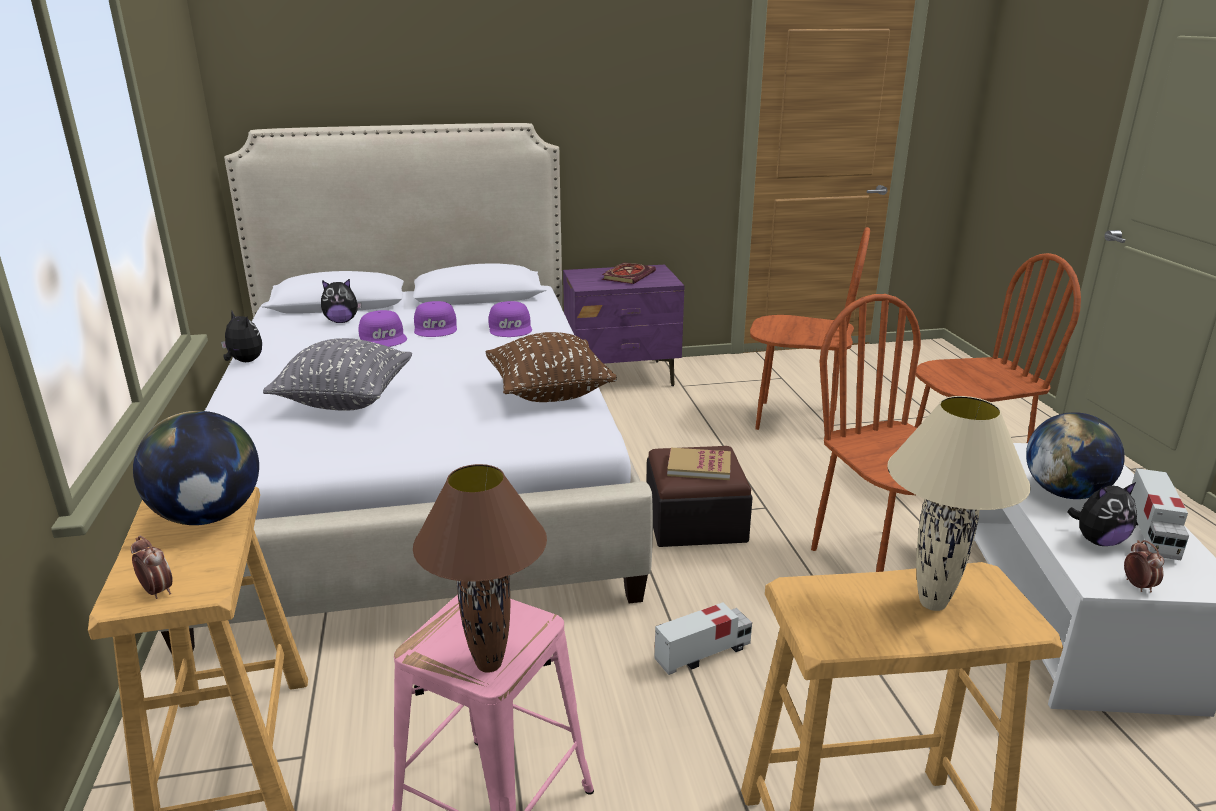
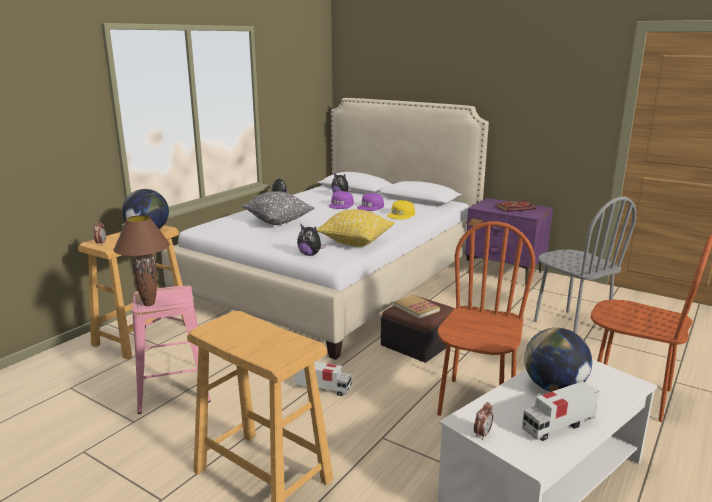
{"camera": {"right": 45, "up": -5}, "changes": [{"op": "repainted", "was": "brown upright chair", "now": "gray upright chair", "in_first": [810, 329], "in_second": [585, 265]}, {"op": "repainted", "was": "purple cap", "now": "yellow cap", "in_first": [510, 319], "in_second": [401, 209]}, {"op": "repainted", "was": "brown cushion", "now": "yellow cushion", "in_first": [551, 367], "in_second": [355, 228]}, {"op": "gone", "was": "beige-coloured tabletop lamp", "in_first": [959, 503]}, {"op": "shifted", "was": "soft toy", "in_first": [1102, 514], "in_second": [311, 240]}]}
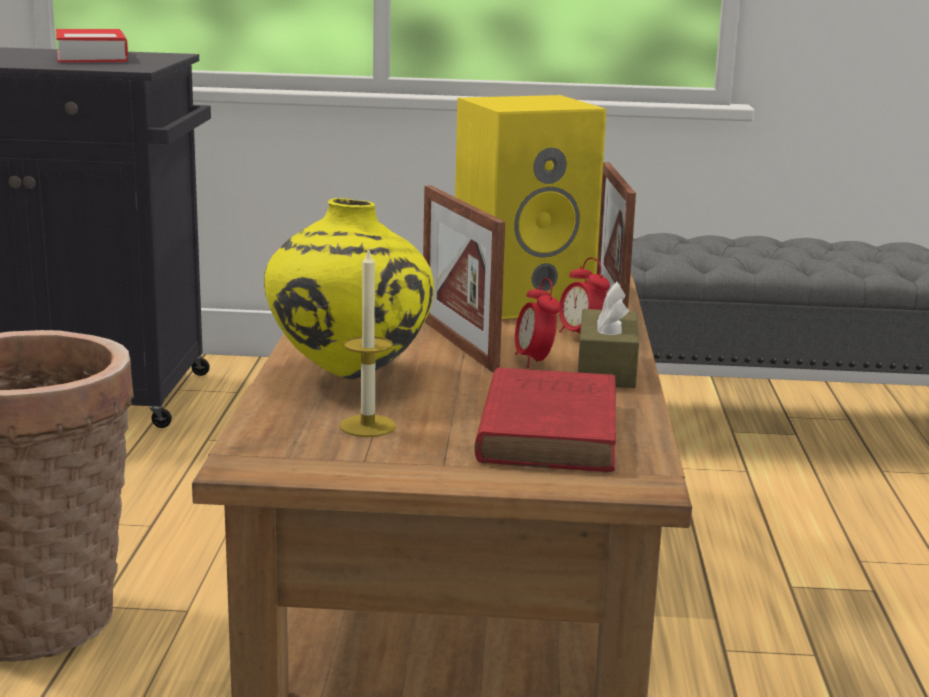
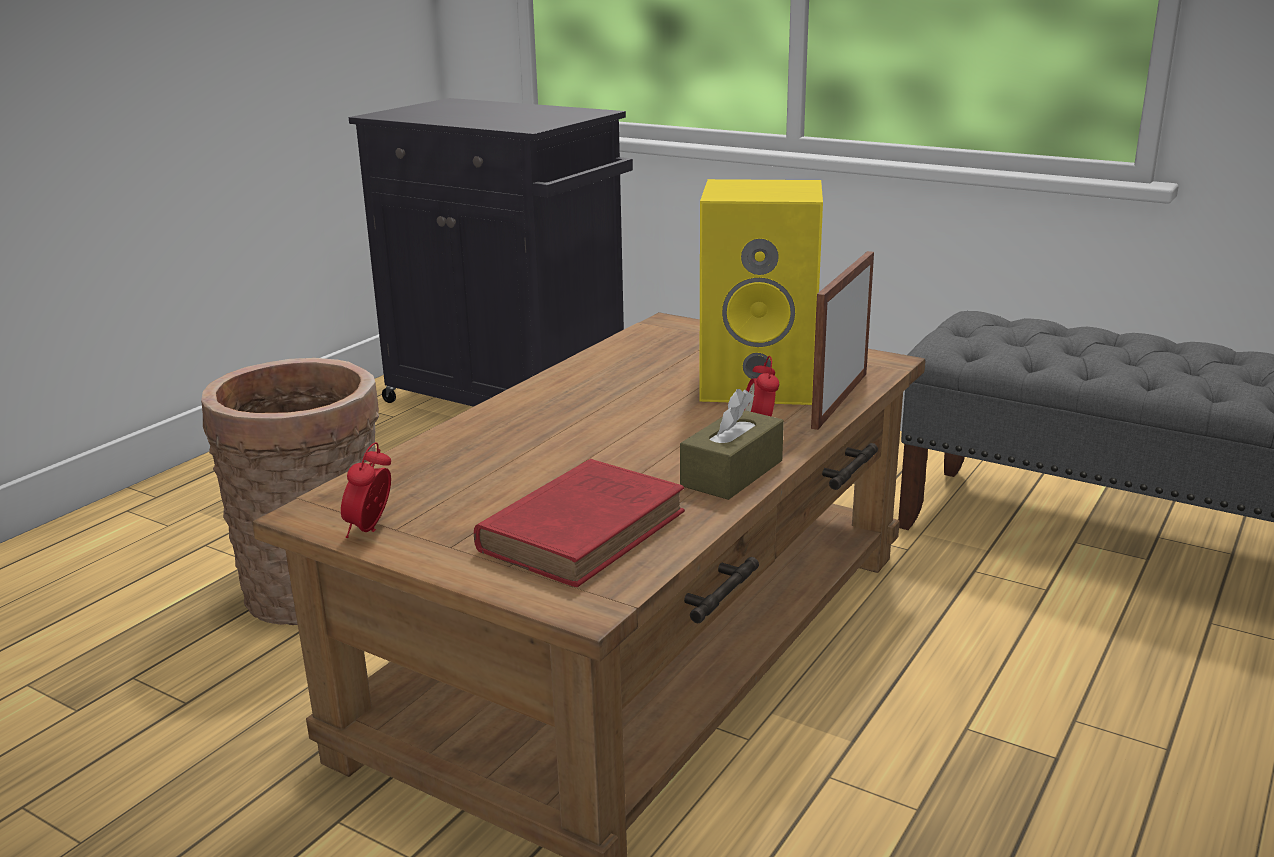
{"camera": {"right": 30, "up": 5}, "changes": [{"op": "gone", "was": "bound book", "in_first": [92, 46]}, {"op": "gone", "was": "standing frame", "in_first": [464, 278]}, {"op": "gone", "was": "yellow flower vase", "in_first": [349, 288]}, {"op": "gone", "was": "wax candle", "in_first": [368, 342]}, {"op": "shifted", "was": "bedside clock", "in_first": [538, 323], "in_second": [366, 490]}]}
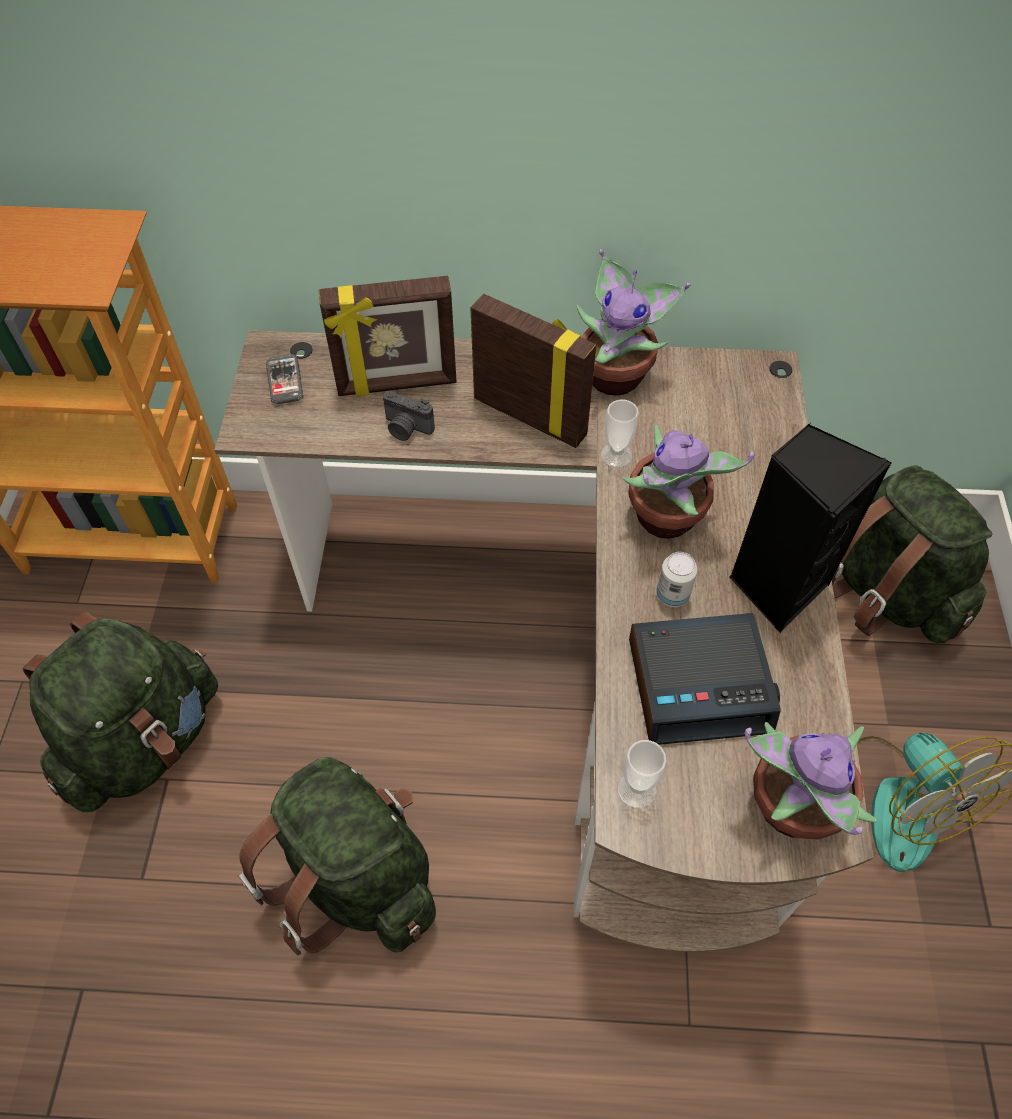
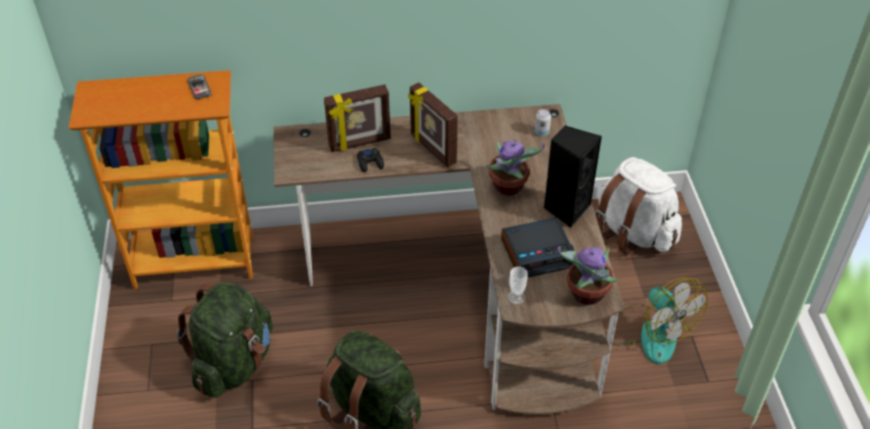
{"camera": {"right": -10, "up": -10}, "changes": [{"op": "gone", "was": "plant in a pot", "in_first": [633, 322]}, {"op": "rotated", "was": "standing frame", "in_first": [534, 371], "in_second": [433, 125], "clockwise": -150}, {"op": "shifted", "was": "handset", "in_first": [284, 379], "in_second": [199, 87]}, {"op": "swapped", "was": "still camera", "now": "black joypad", "in_first": [409, 415], "in_second": [370, 160]}, {"op": "gone", "was": "drinking cup", "in_first": [620, 434]}, {"op": "repainted", "was": "greenish rucksack", "now": "white-coloured rucksack", "in_first": [912, 554], "in_second": [638, 206]}, {"op": "shifted", "was": "can", "in_first": [676, 579], "in_second": [543, 122]}]}
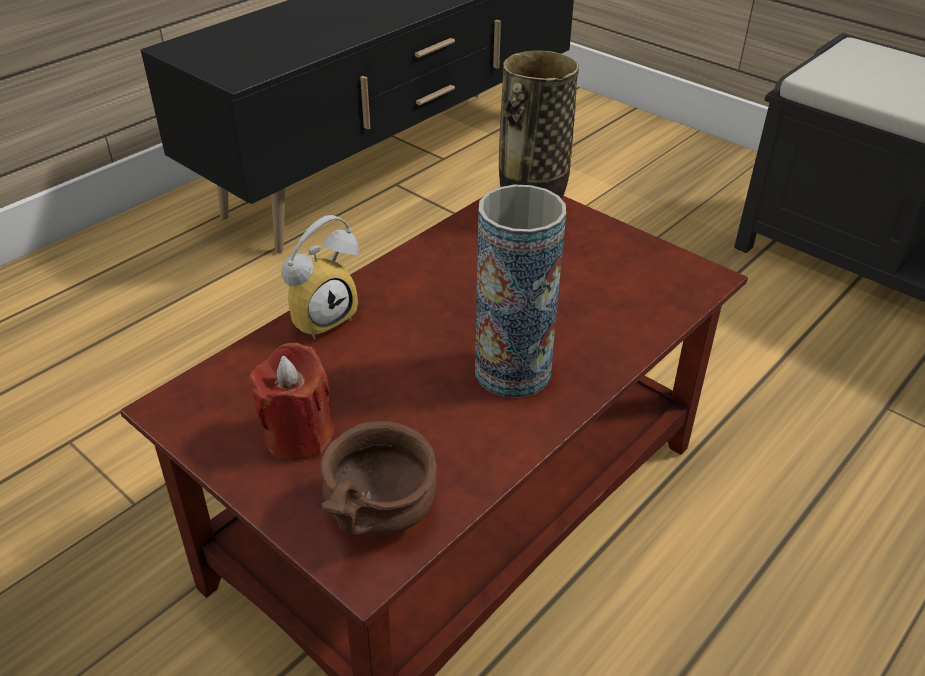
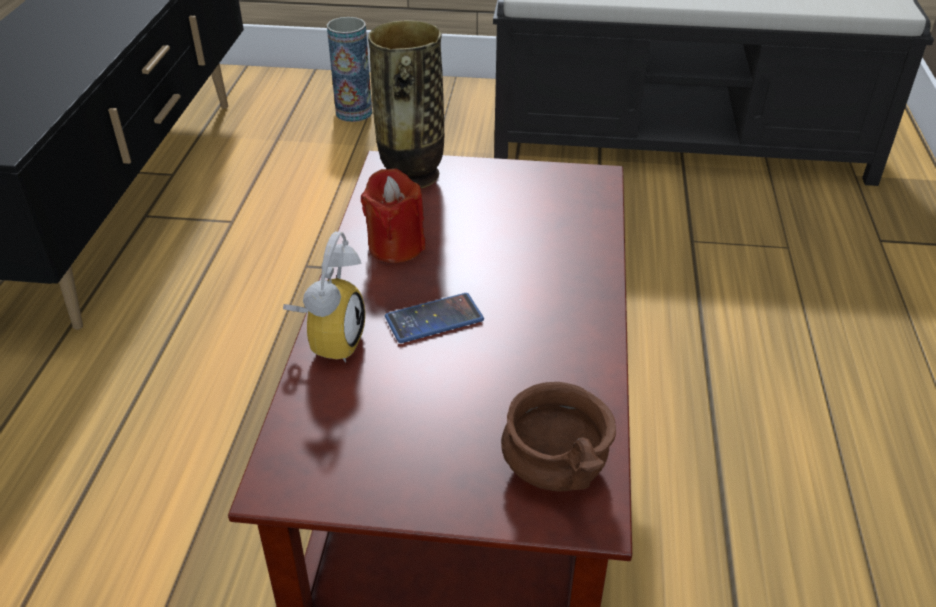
{"camera": {"right": -35, "up": 0}, "changes": [{"op": "shifted", "was": "flower vase", "in_first": [520, 291], "in_second": [349, 69]}, {"op": "shifted", "was": "reddish wax candle", "in_first": [292, 402], "in_second": [393, 215]}, {"op": "new", "now": "handset", "in_second": [434, 318]}]}
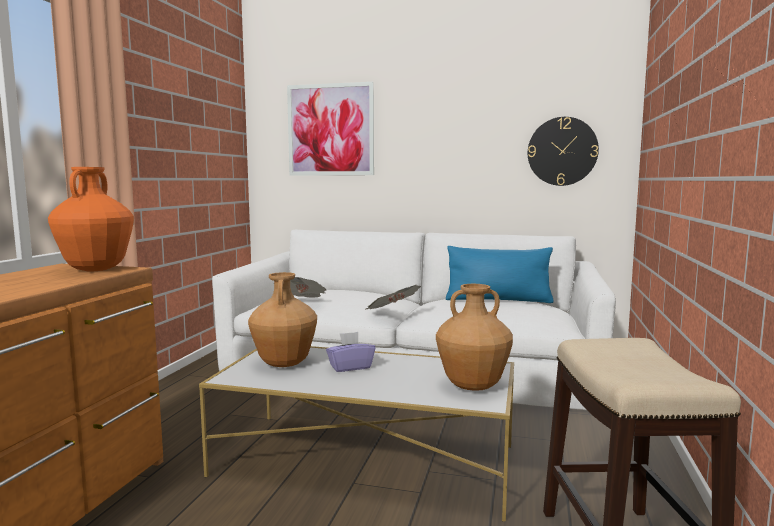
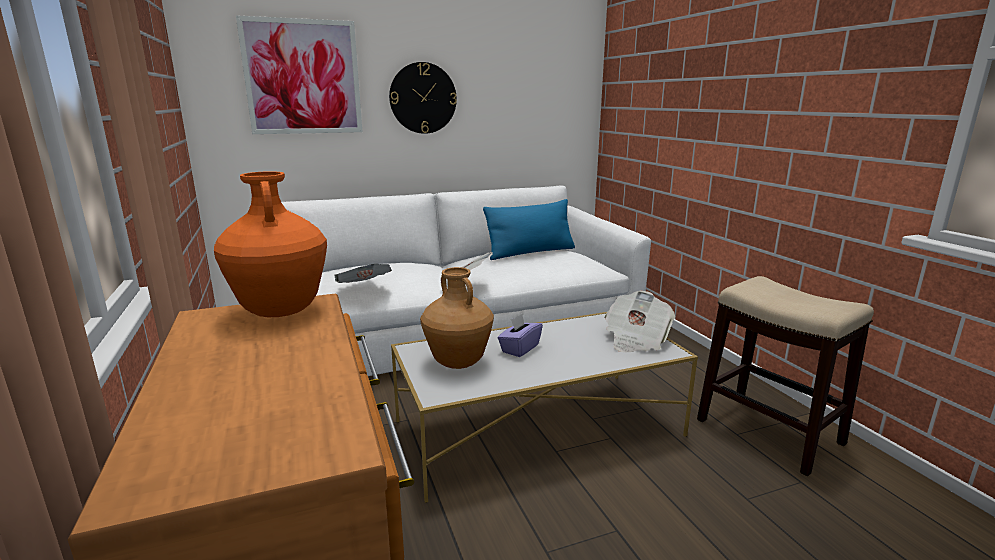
{"camera": {"right": -35, "up": 10}, "changes": [{"op": "shifted", "was": "clock on the wall", "in_first": [563, 151], "in_second": [423, 98]}, {"op": "swapped", "was": "brown flower vase", "now": "newspaper", "in_first": [474, 337], "in_second": [640, 321]}]}
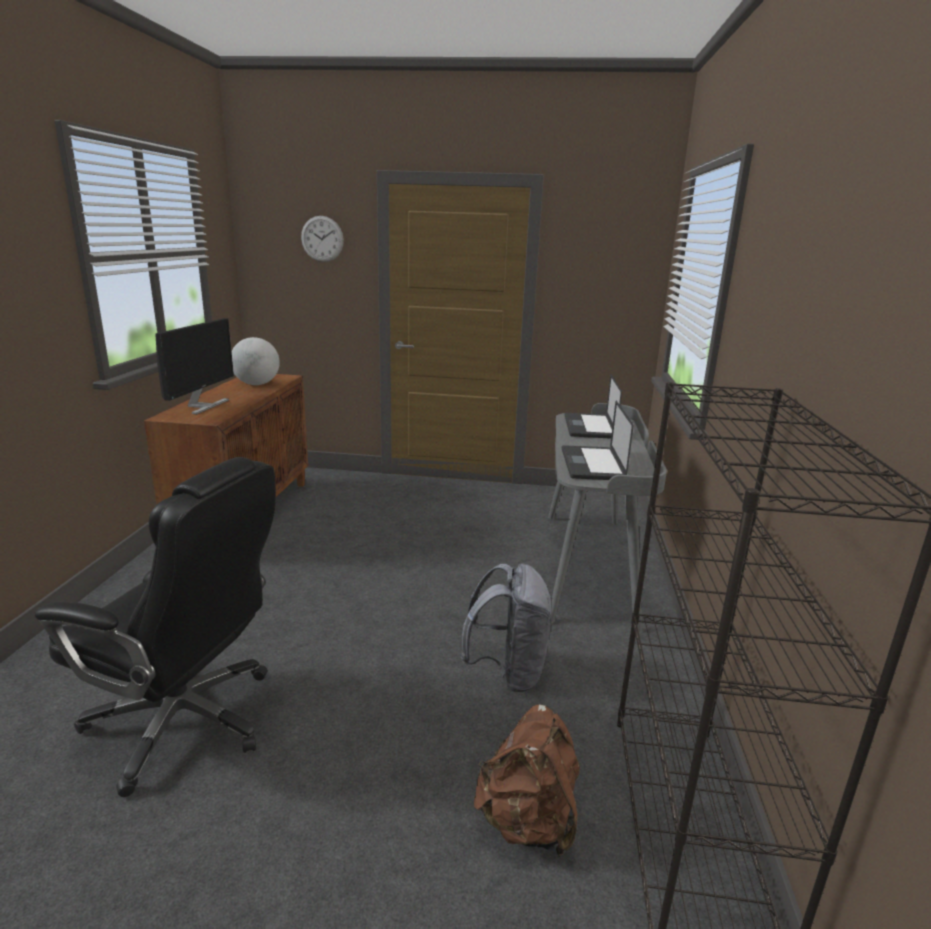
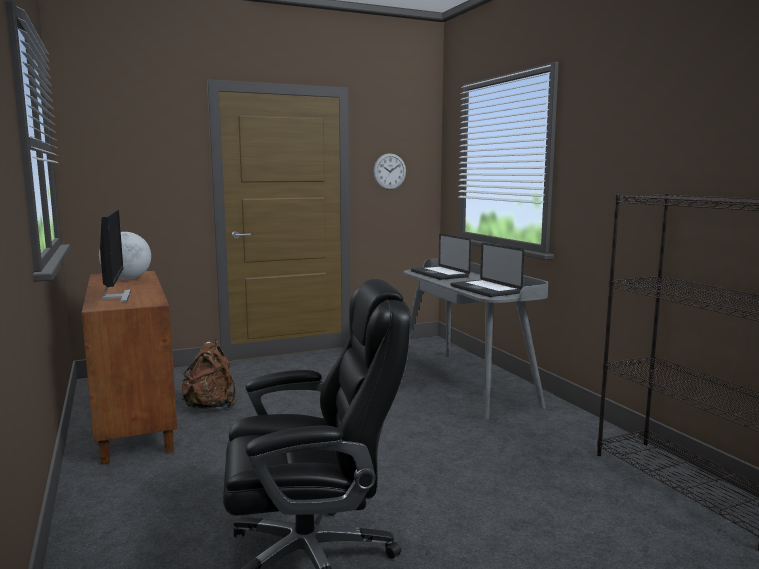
{"camera": {"right": -30, "up": -10}, "changes": [{"op": "shifted", "was": "clock on the wall", "in_first": [322, 239], "in_second": [389, 171]}, {"op": "gone", "was": "gray rucksack", "in_first": [507, 628]}, {"op": "shifted", "was": "brown rucksack", "in_first": [527, 780], "in_second": [209, 374]}]}
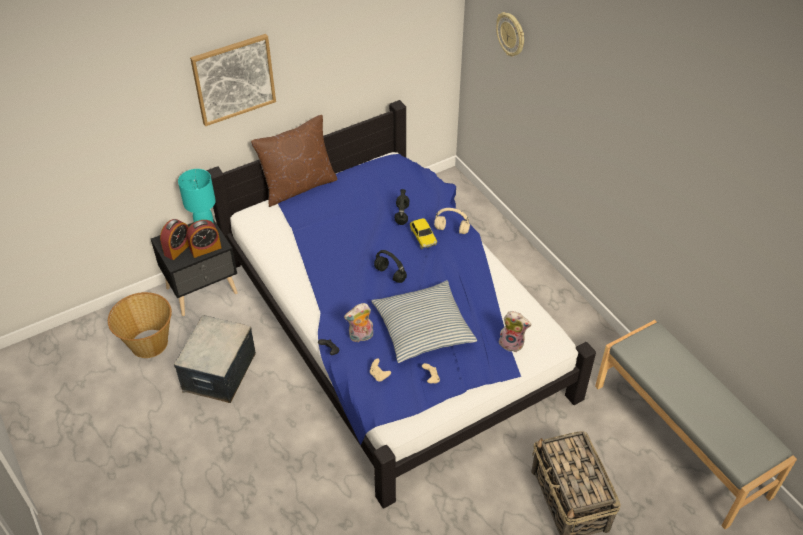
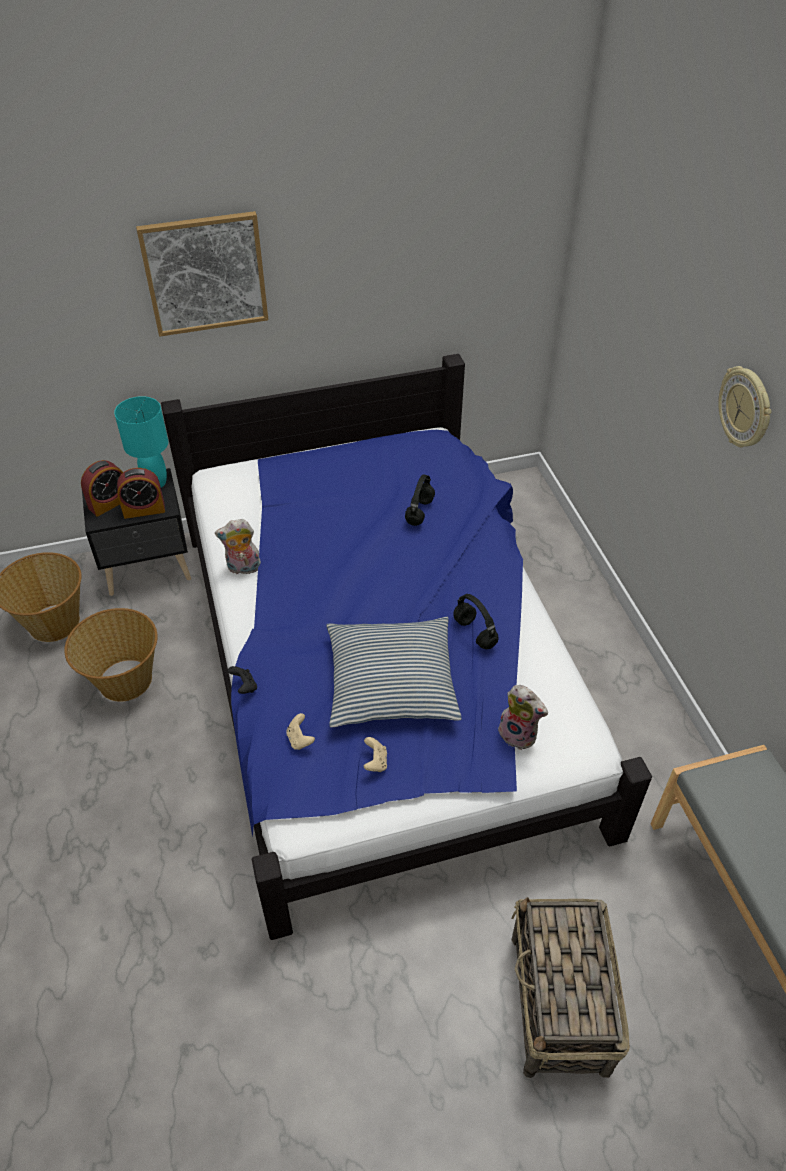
{"camera": {"right": 15, "up": 0}, "changes": [{"op": "shifted", "was": "clock on the wall", "in_first": [510, 34], "in_second": [745, 406]}, {"op": "gone", "was": "brown cushion", "in_first": [294, 161]}, {"op": "gone", "was": "beige-coloured headset", "in_first": [452, 221]}, {"op": "gone", "was": "miniature car", "in_first": [423, 233]}, {"op": "shifted", "was": "black headset", "in_first": [390, 266], "in_second": [476, 621]}, {"op": "shifted", "was": "soft toy", "in_first": [358, 322], "in_second": [238, 546]}, {"op": "swapped", "was": "storage bin", "now": "storage basket", "in_first": [215, 359], "in_second": [111, 655]}]}
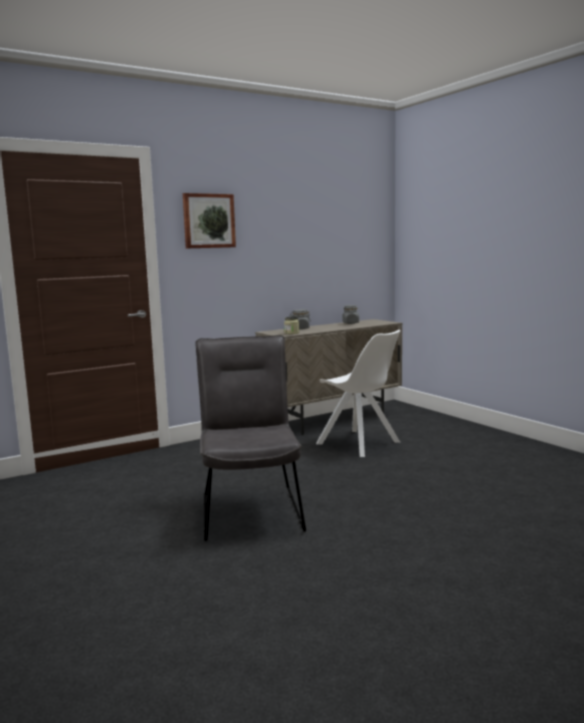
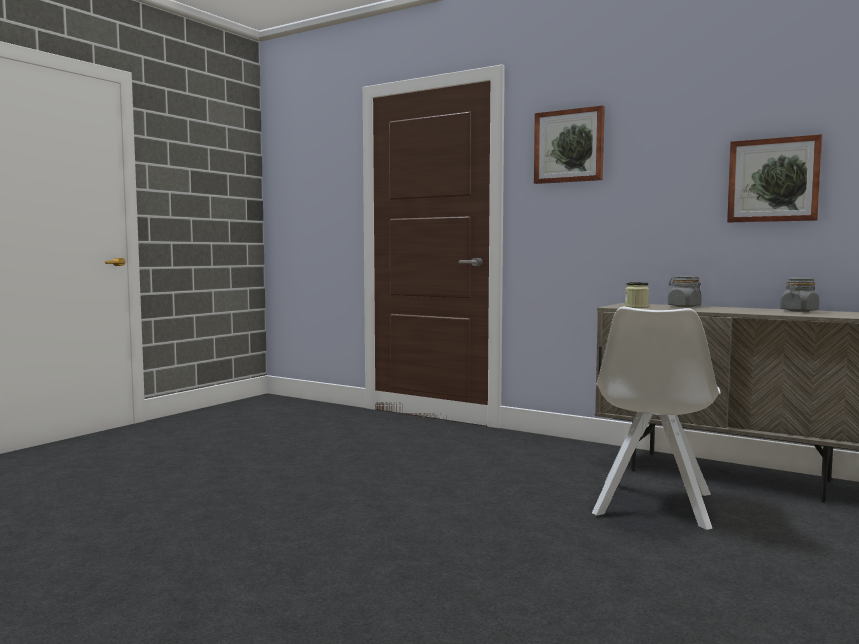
{"camera": {"right": 65, "up": -5}, "changes": [{"op": "gone", "was": "gray upright chair", "in_first": [250, 438]}, {"op": "new", "now": "wall picture", "in_second": [775, 178]}]}
